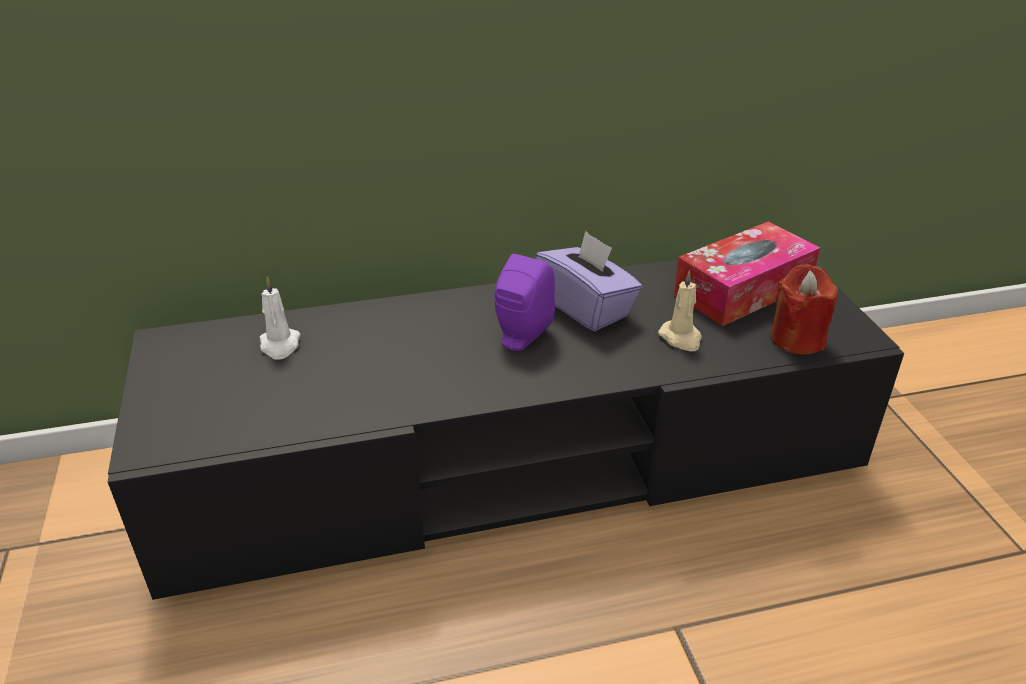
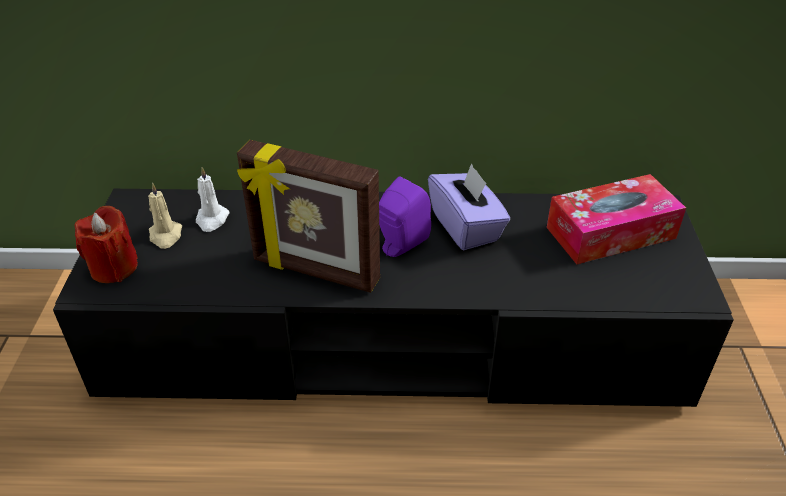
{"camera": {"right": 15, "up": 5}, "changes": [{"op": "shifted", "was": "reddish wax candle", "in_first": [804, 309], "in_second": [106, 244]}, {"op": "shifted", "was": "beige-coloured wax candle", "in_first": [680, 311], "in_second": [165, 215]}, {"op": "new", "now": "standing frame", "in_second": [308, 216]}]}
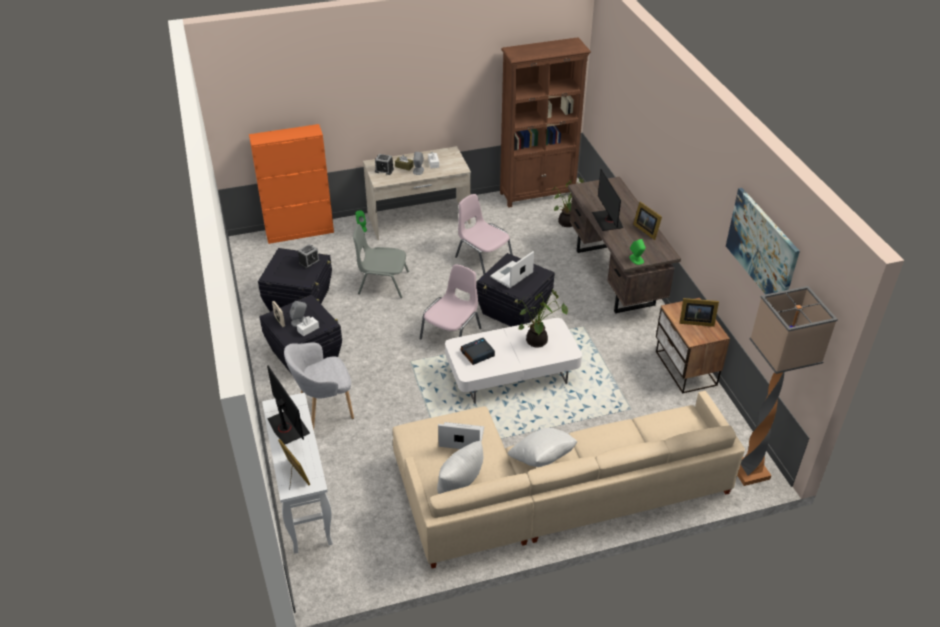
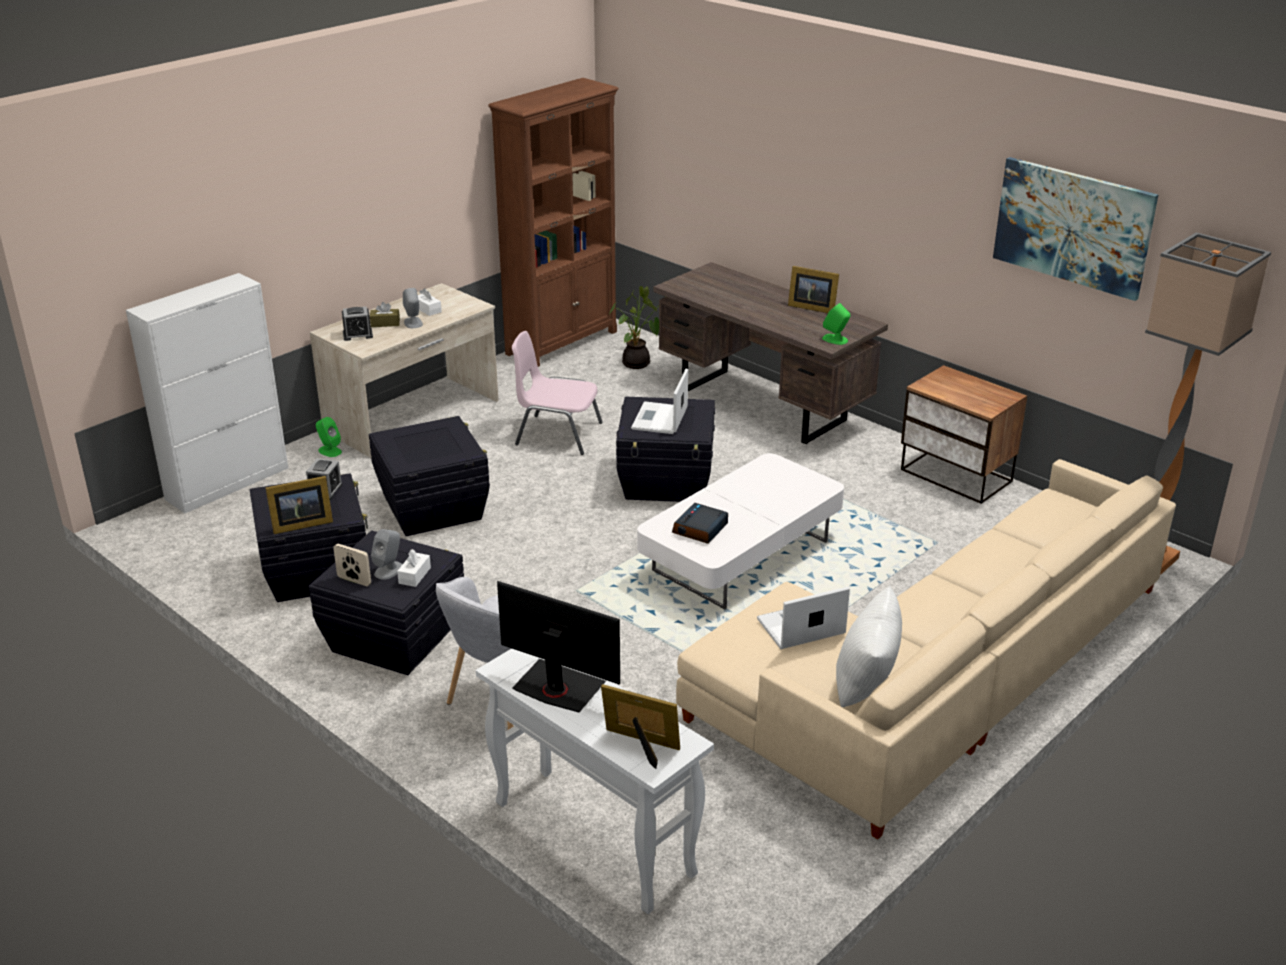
{"camera": {"right": -30, "up": -10}, "changes": [{"op": "repainted", "was": "orangey cupboard", "now": "white-coloured cupboard", "in_first": [291, 184], "in_second": [207, 393]}, {"op": "gone", "was": "monitor", "in_first": [607, 200]}, {"op": "swapped", "was": "gray upright chair", "now": "black storage bin", "in_first": [381, 261], "in_second": [429, 476]}, {"op": "gone", "was": "pinkish upright chair", "in_first": [450, 301]}, {"op": "gone", "was": "plant in a pot", "in_first": [543, 318]}, {"op": "shifted", "was": "standing frame", "in_first": [699, 312], "in_second": [299, 505]}, {"op": "gone", "was": "white-coloured cushion", "in_first": [543, 447]}]}
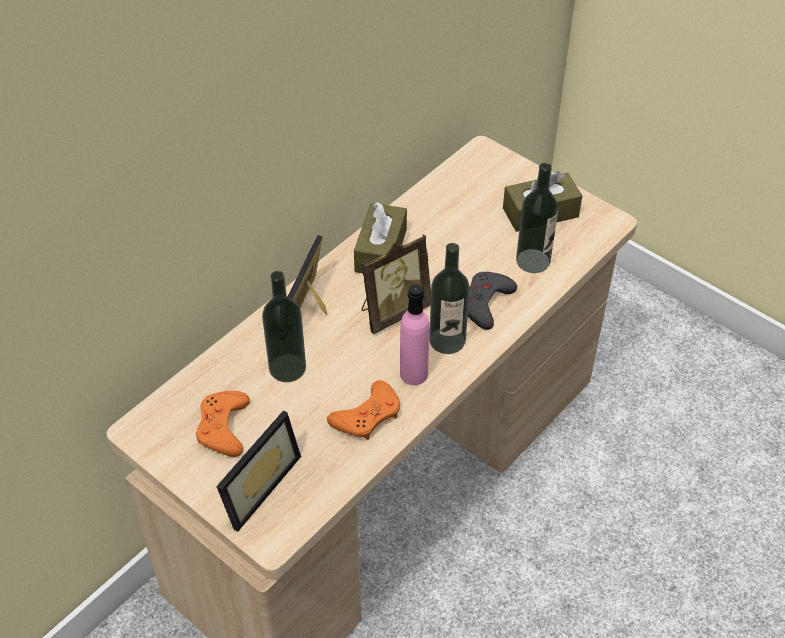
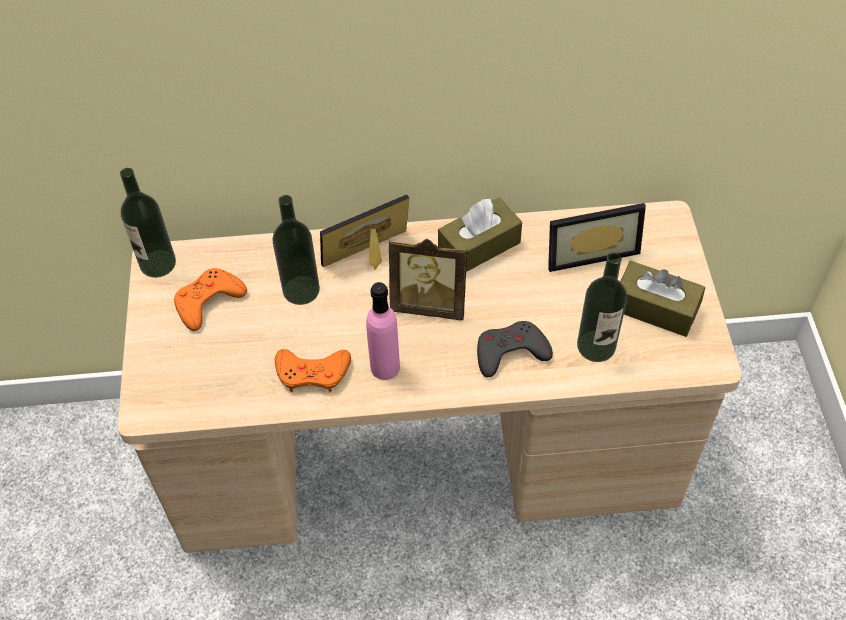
{"camera": {"right": 45, "up": 5}, "changes": [{"op": "shifted", "was": "beverage bottle", "in_first": [449, 298], "in_second": [148, 223]}, {"op": "shifted", "was": "standing frame", "in_first": [258, 471], "in_second": [597, 237]}]}
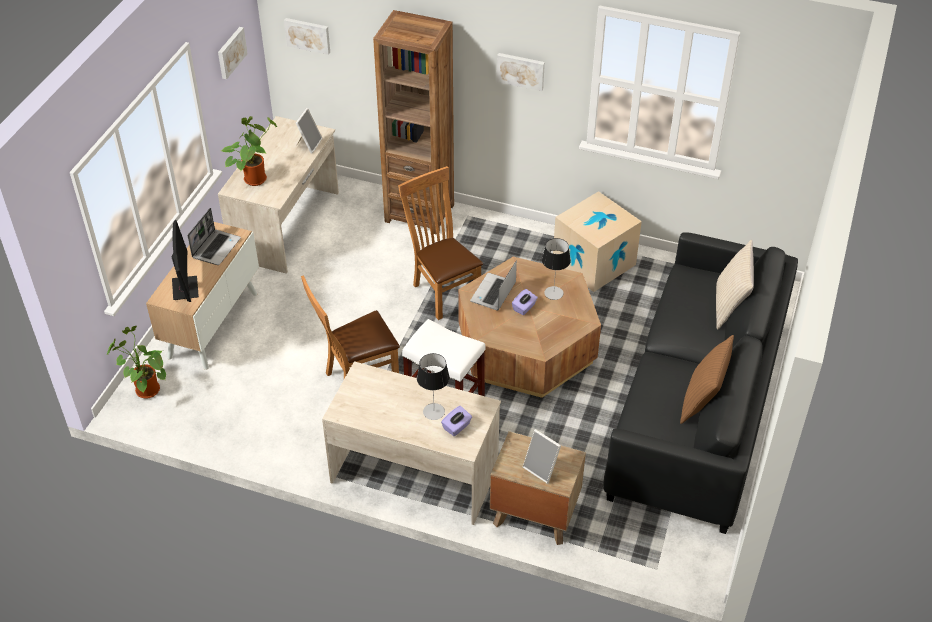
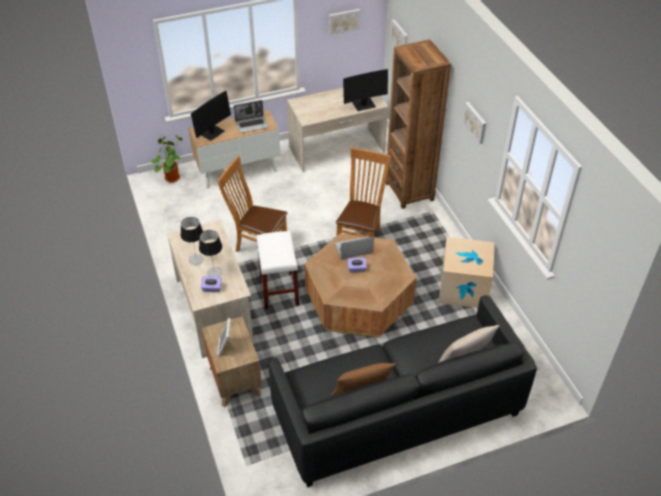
{"camera": {"right": 50, "up": 0}, "changes": [{"op": "swapped", "was": "standing frame", "now": "monitor", "in_first": [309, 131], "in_second": [365, 90]}, {"op": "gone", "was": "plant in a pot", "in_first": [249, 151]}, {"op": "shifted", "was": "tabletop lamp", "in_first": [556, 269], "in_second": [192, 241]}]}
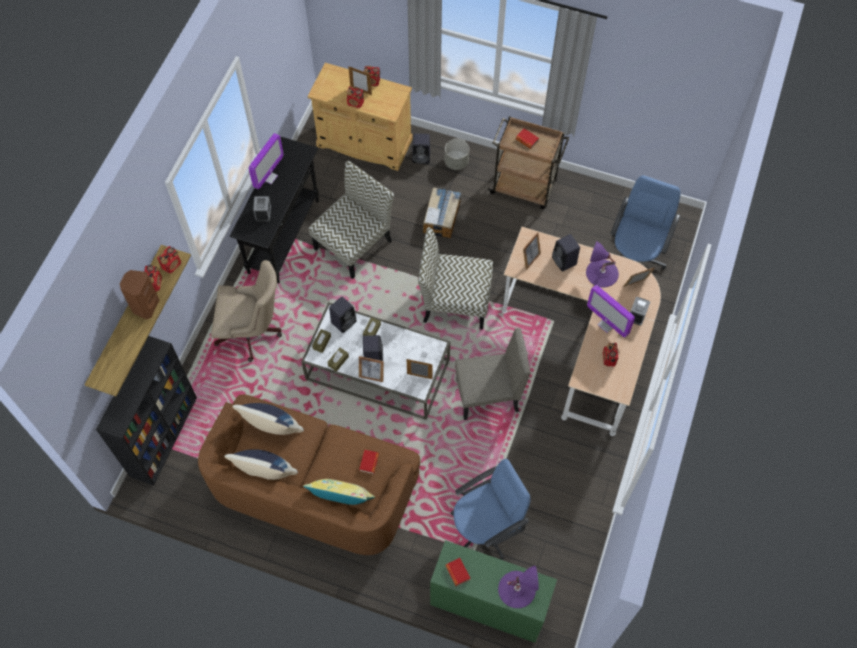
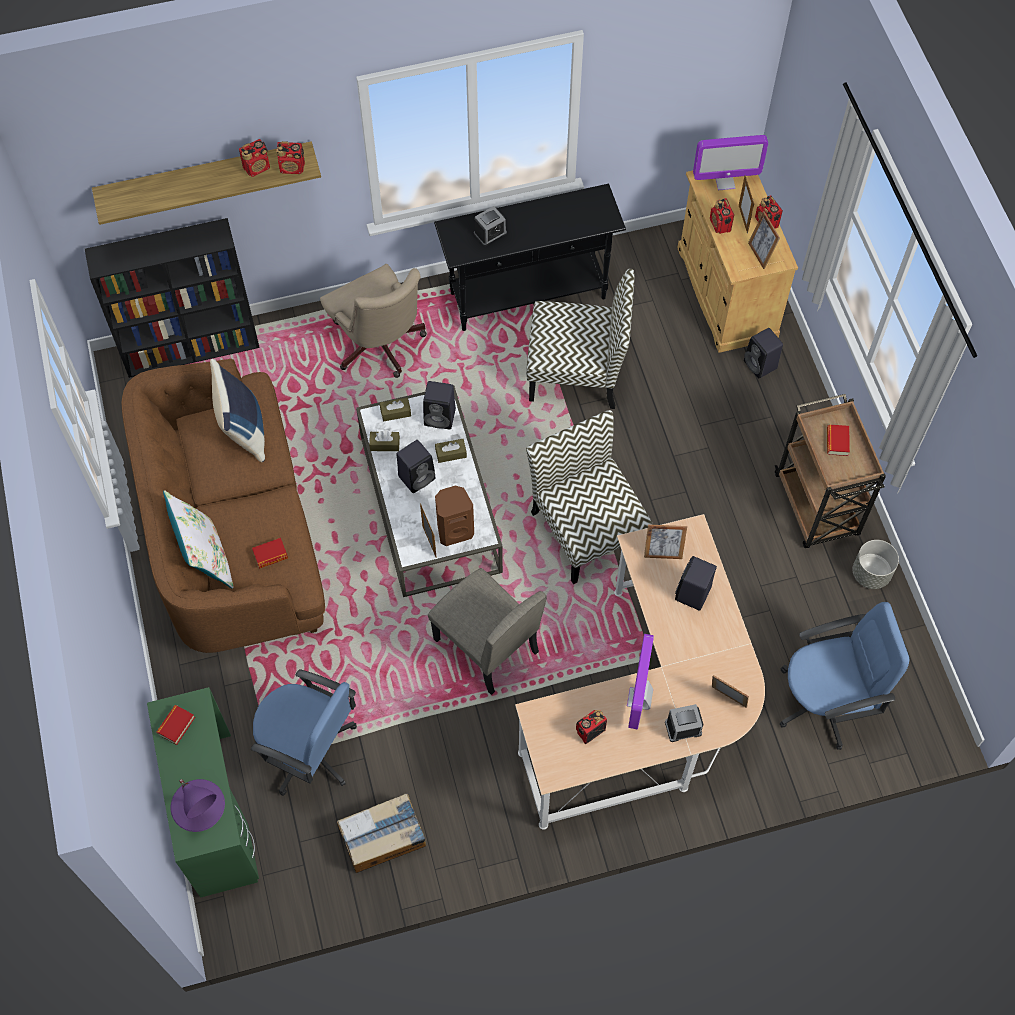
{"camera": {"right": 55, "up": 0}, "changes": [{"op": "shifted", "was": "monitor", "in_first": [266, 161], "in_second": [730, 162]}, {"op": "shifted", "was": "gray plant pot", "in_first": [457, 154], "in_second": [876, 564]}, {"op": "shifted", "was": "cardboard box", "in_first": [442, 212], "in_second": [381, 833]}, {"op": "gone", "was": "purple tabletop lamp", "in_first": [602, 264]}, {"op": "shifted", "was": "brown audio speaker", "in_first": [139, 295], "in_second": [454, 516]}, {"op": "shifted", "was": "standing frame", "in_first": [371, 369], "in_second": [764, 240]}, {"op": "gone", "was": "bluish cushion", "in_first": [261, 464]}, {"op": "repainted", "was": "yellow cushion", "now": "white-coloured cushion", "in_first": [339, 492], "in_second": [198, 539]}]}
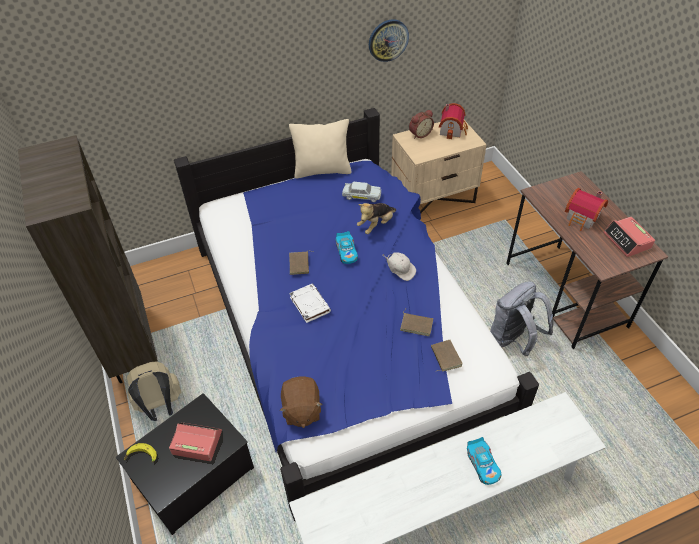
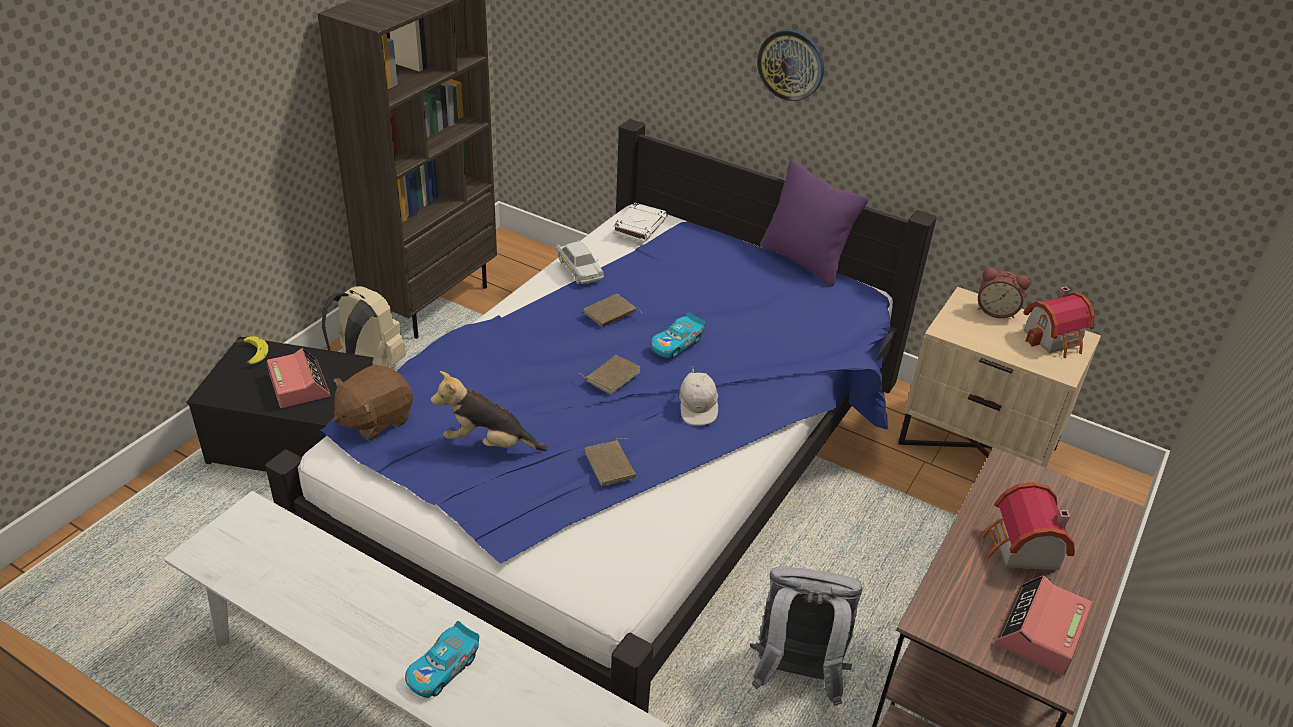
{"camera": {"right": 50, "up": -10}, "changes": [{"op": "shifted", "was": "clock on the wall", "in_first": [389, 40], "in_second": [790, 65]}, {"op": "repainted", "was": "beige-coloured cushion", "now": "purple cushion", "in_first": [320, 148], "in_second": [814, 223]}, {"op": "shifted", "was": "white-coloured miniature car", "in_first": [361, 192], "in_second": [580, 262]}, {"op": "shifted", "was": "soft toy", "in_first": [376, 218], "in_second": [489, 411]}, {"op": "shifted", "was": "white-coloured bound book", "in_first": [310, 303], "in_second": [640, 222]}, {"op": "shifted", "was": "brown bound book", "in_first": [447, 356], "in_second": [610, 375]}]}
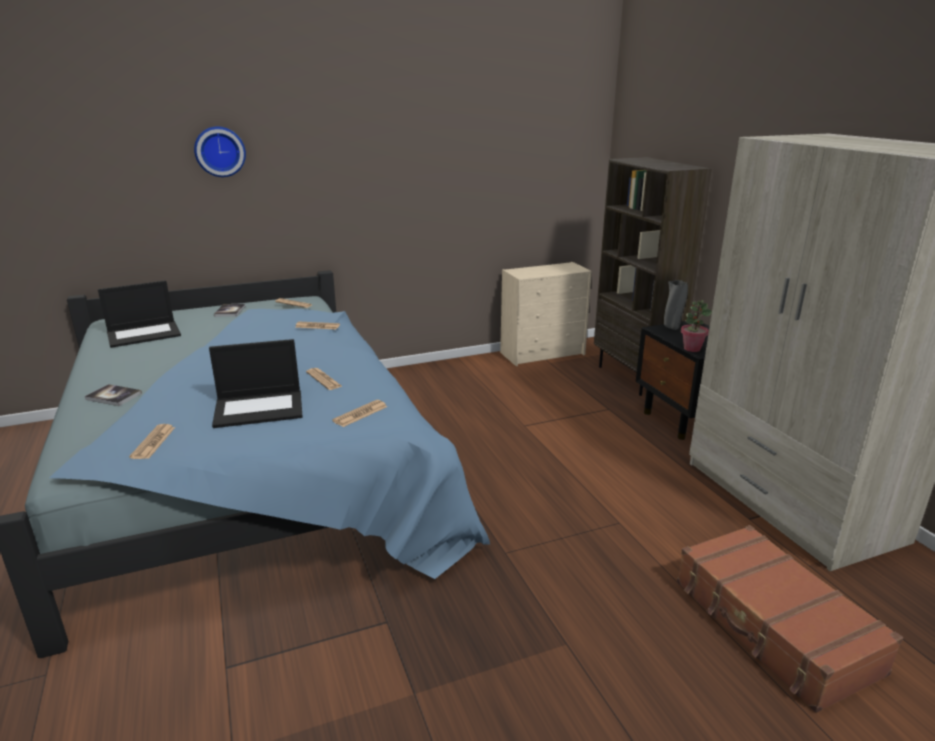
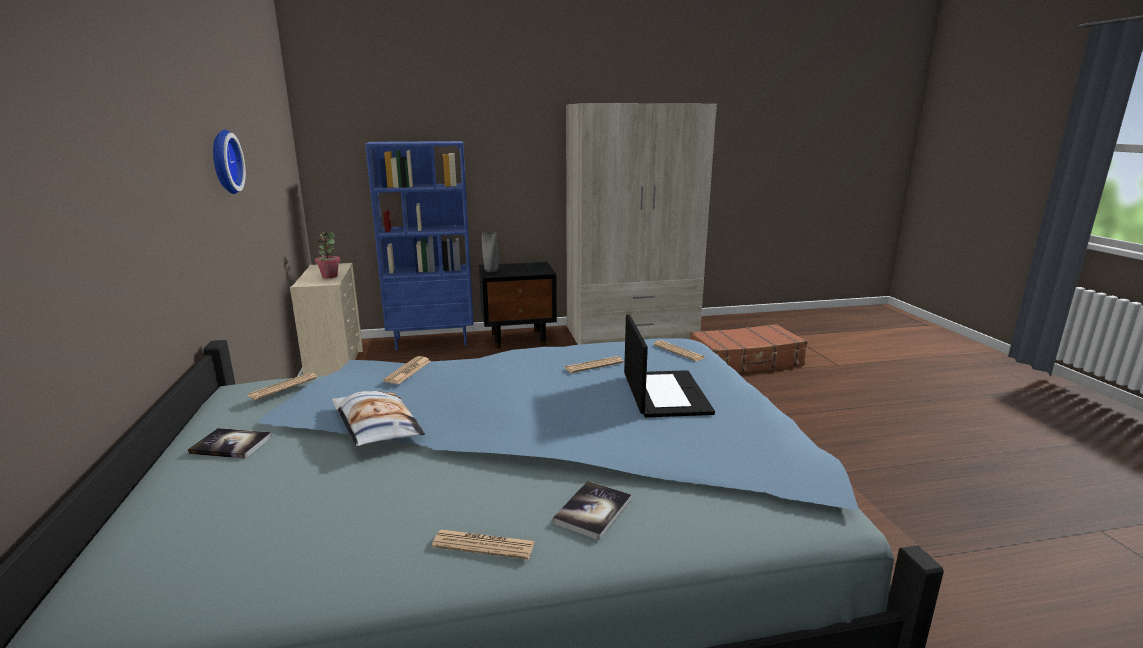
{"camera": {"right": -80, "up": -5}, "changes": [{"op": "shifted", "was": "clock on the wall", "in_first": [220, 151], "in_second": [229, 162]}, {"op": "repainted", "was": "brown bookcase", "now": "bluish bookcase", "in_first": [653, 276], "in_second": [419, 245]}, {"op": "gone", "was": "notebook computer", "in_first": [139, 314]}, {"op": "shifted", "was": "plant in a pot", "in_first": [696, 326], "in_second": [327, 255]}, {"op": "shifted", "was": "newspaper", "in_first": [152, 441], "in_second": [483, 544]}, {"op": "new", "now": "cushion", "in_second": [378, 418]}]}
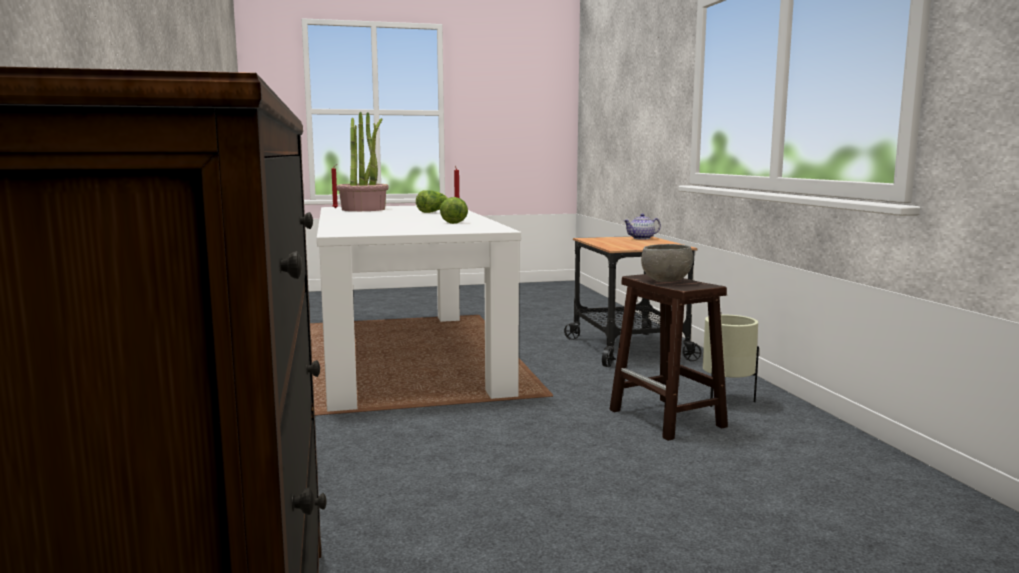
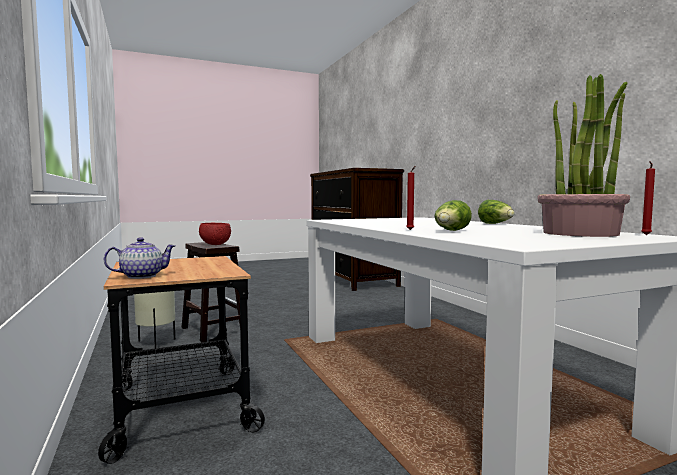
{"camera": {"right": 170, "up": -5}, "changes": [{"op": "shifted", "was": "lettuce", "in_first": [454, 210], "in_second": [496, 212]}, {"op": "repainted", "was": "gray deep dish", "now": "reddish deep dish", "in_first": [667, 263], "in_second": [215, 234]}]}
